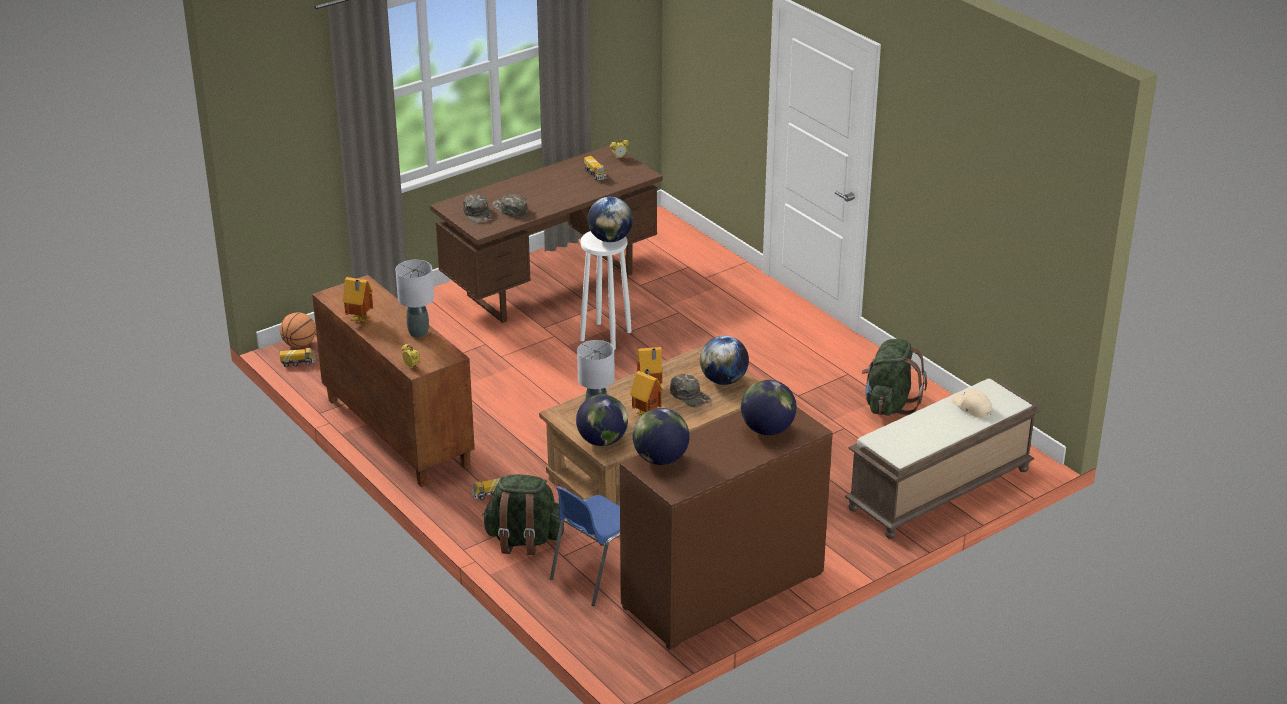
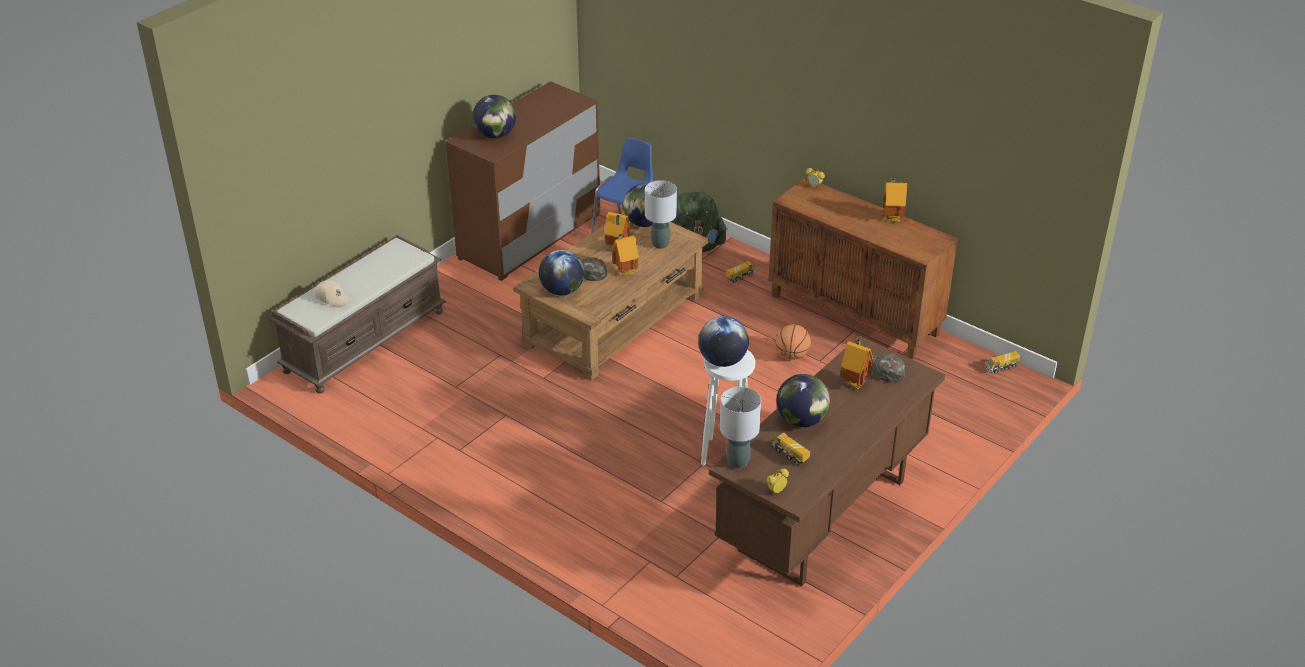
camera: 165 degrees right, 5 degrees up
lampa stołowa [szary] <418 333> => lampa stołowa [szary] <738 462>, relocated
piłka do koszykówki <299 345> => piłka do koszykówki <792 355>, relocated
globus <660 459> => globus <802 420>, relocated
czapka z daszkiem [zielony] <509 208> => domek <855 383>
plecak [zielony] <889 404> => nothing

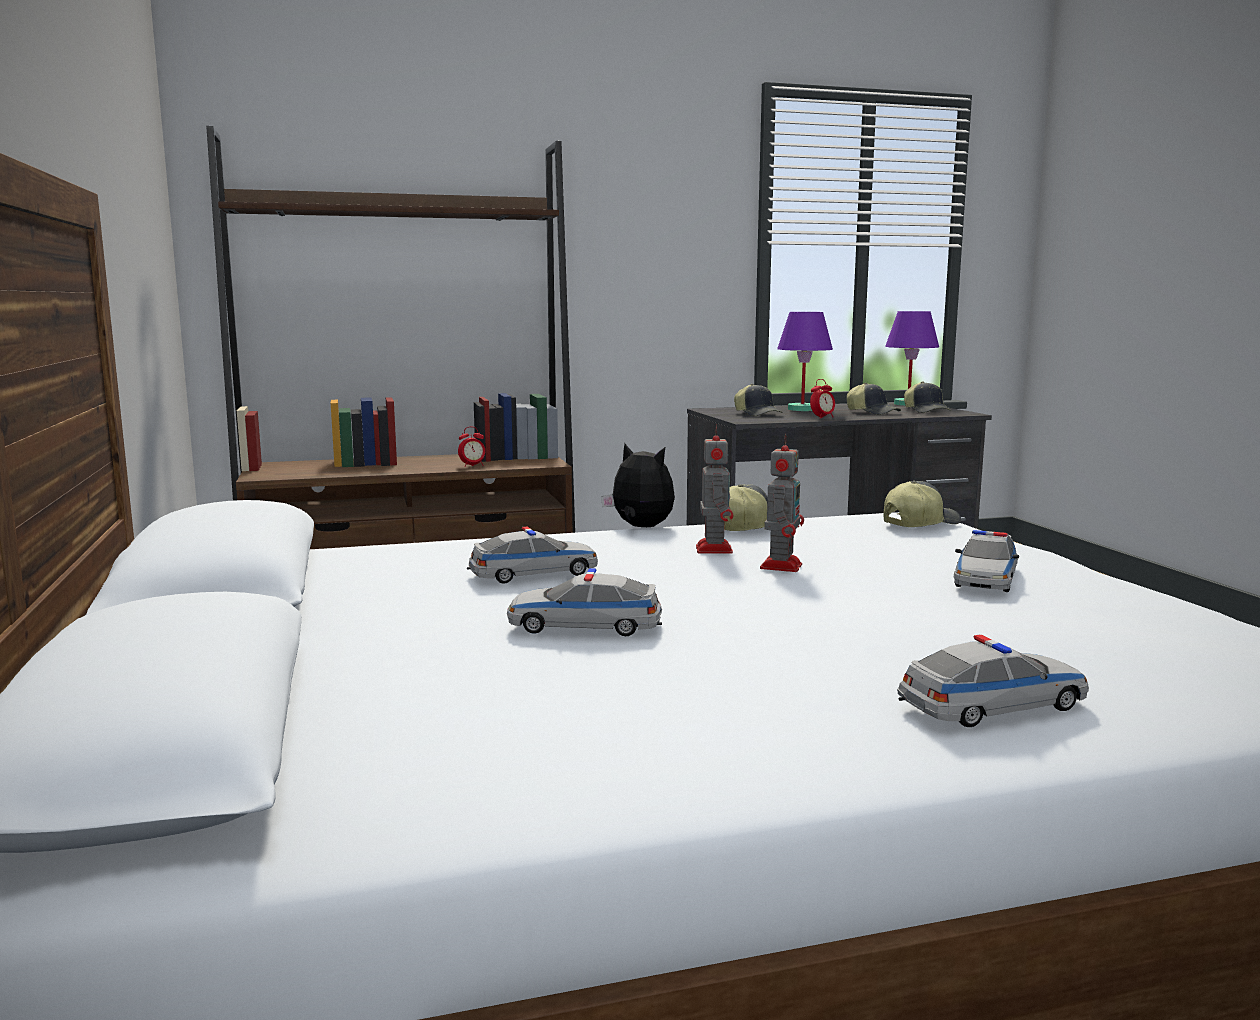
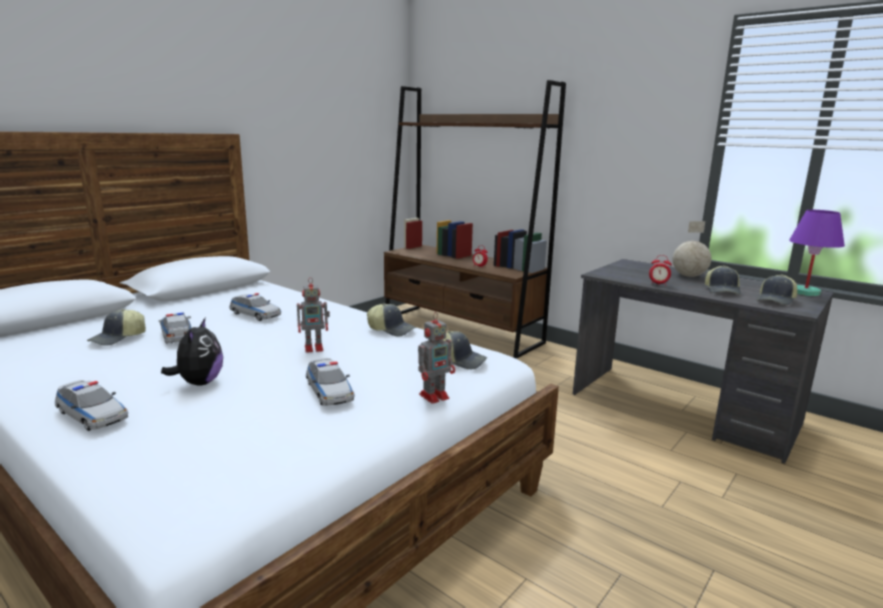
camera: 55 degrees right, 5 degrees up
czapka z daszkiem <758 414> => czapka z daszkiem <119 339>, relocated
pluszak <640 528> => pluszak <199 383>, relocated
samochodzik <986 578> => samochodzik <329 391>, 105 degrees counterclockwise
robot zabawkowy <713 549> => robot zabawkowy <435 396>, relocated
lampa stołowa [fioletowy] <803 409> => globus <689 276>

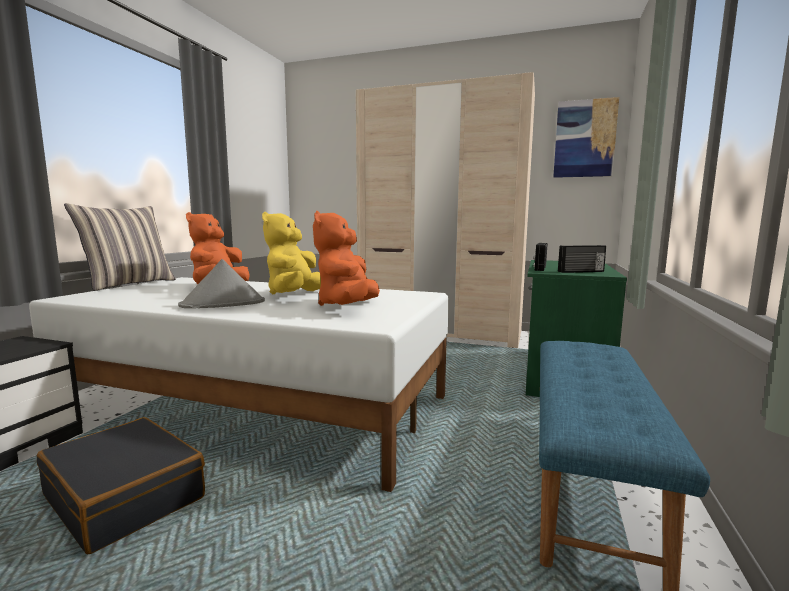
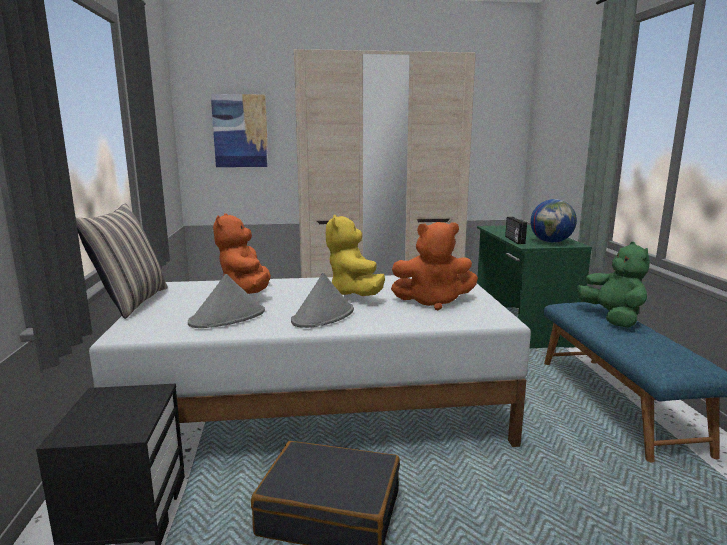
camera: 25 degrees left, 5 degrees up
nothing => kapelusz [szary] <228 317>
obraz <584 139> => obraz <240 131>, relocated
pluszak [pomarańczowy] <347 306> => pluszak [pomarańczowy] <433 302>, 75 degrees counterclockwise
radio <581 271> => globus <551 242>
nothing => pluszak [zielony] <612 318>

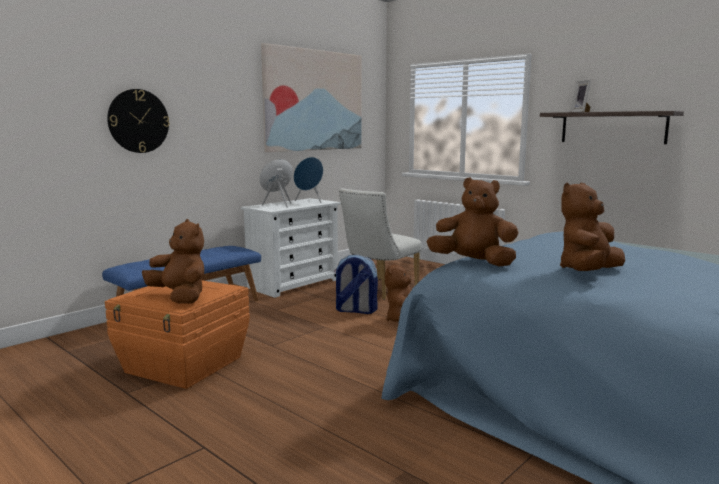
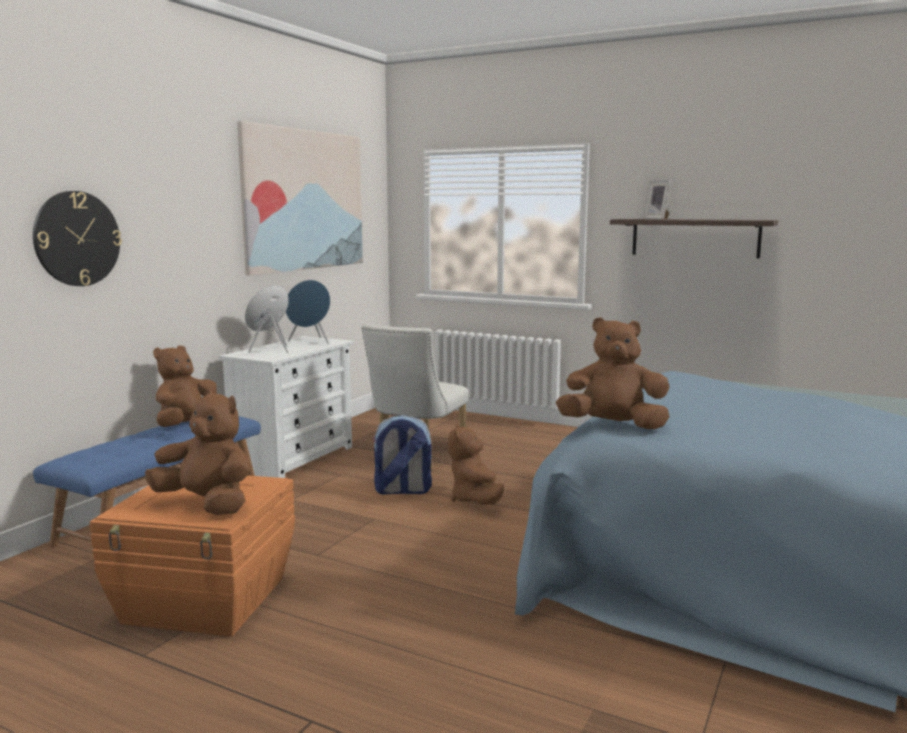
camera: 15 degrees left, 0 degrees up
pluszak [brązowy] <588 272> => pluszak [brązowy] <187 426>, relocated

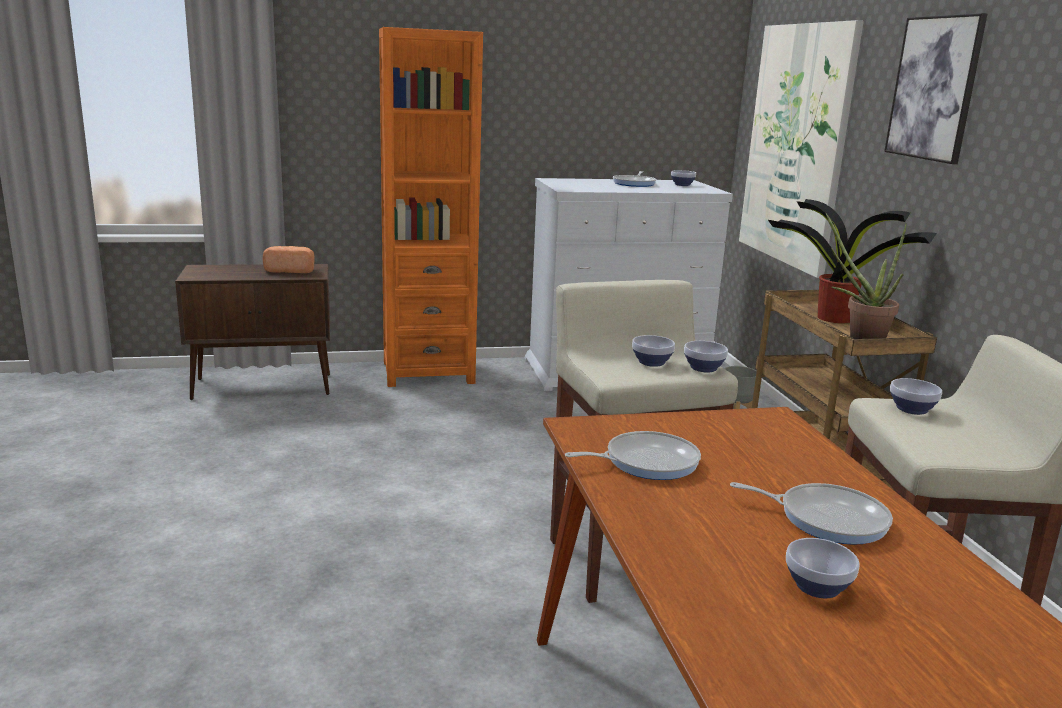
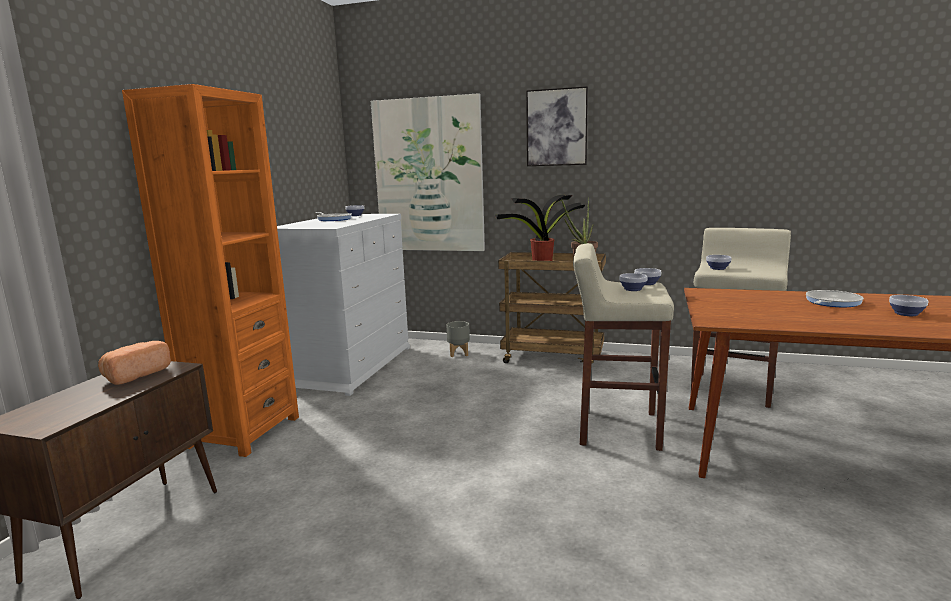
camera: 60 degrees left, 5 degrees down
patelnia <646 462> => nothing

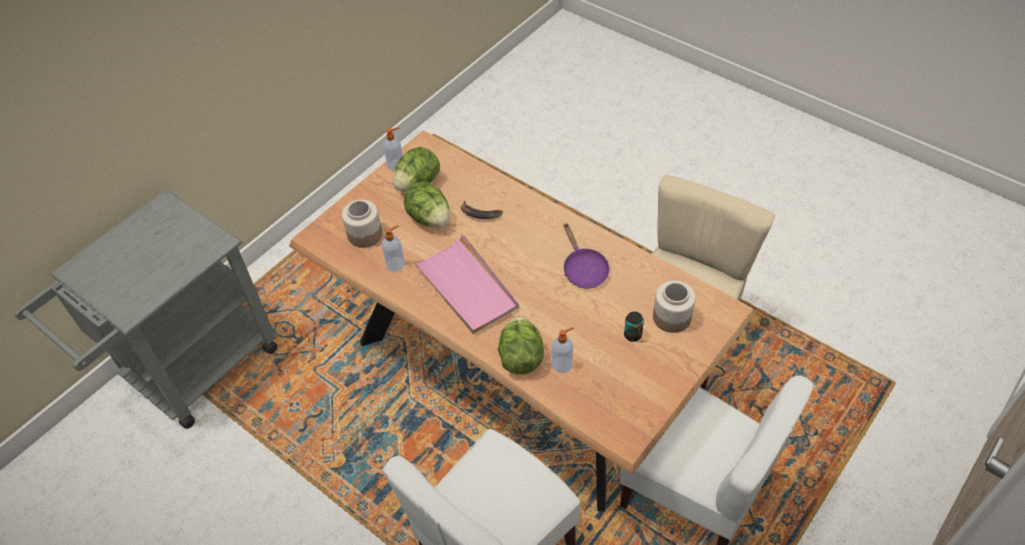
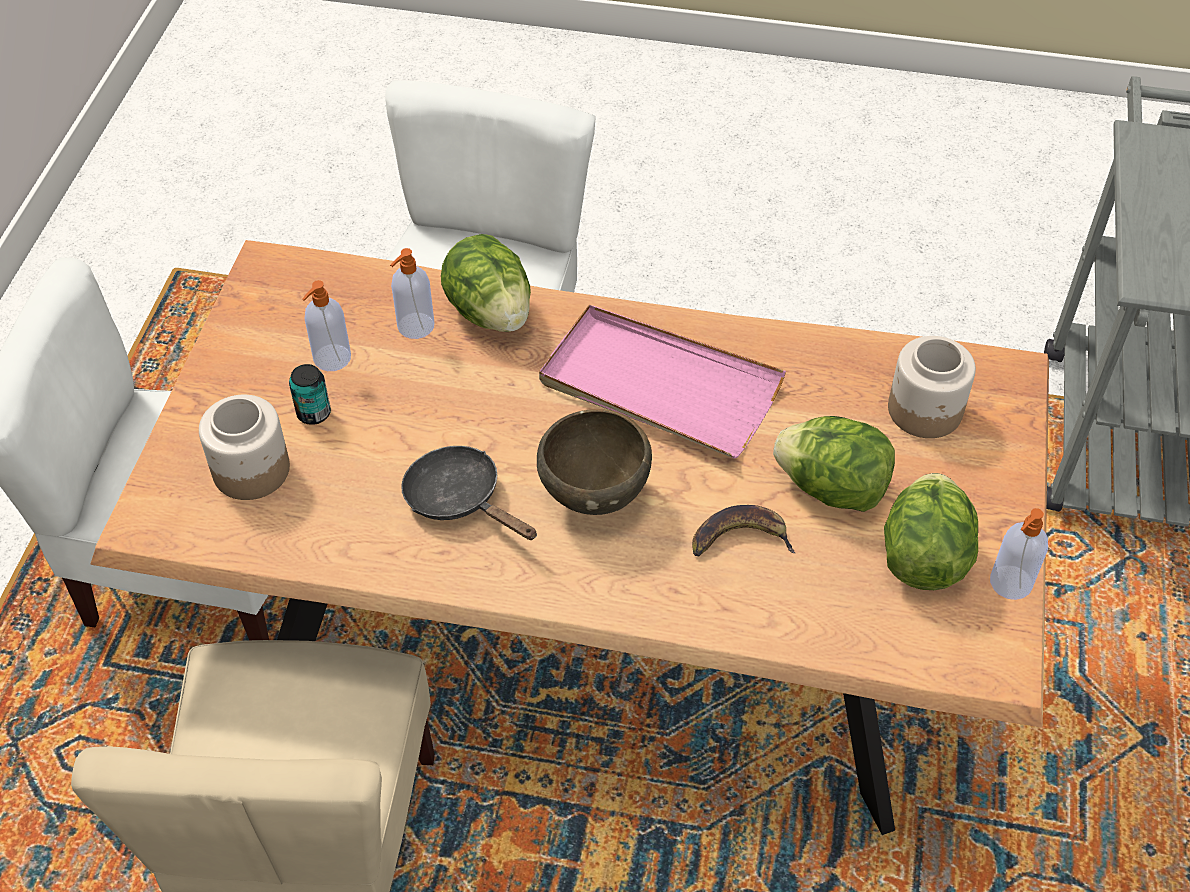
camera: 150 degrees right, 0 degrees up
dozownik mydła <396 264> => dozownik mydła <331 359>, relocated
patelnia [fioletowy] <583 269> => patelnia [czarny] <460 499>
nothing => miska [brązowy] <594 495>

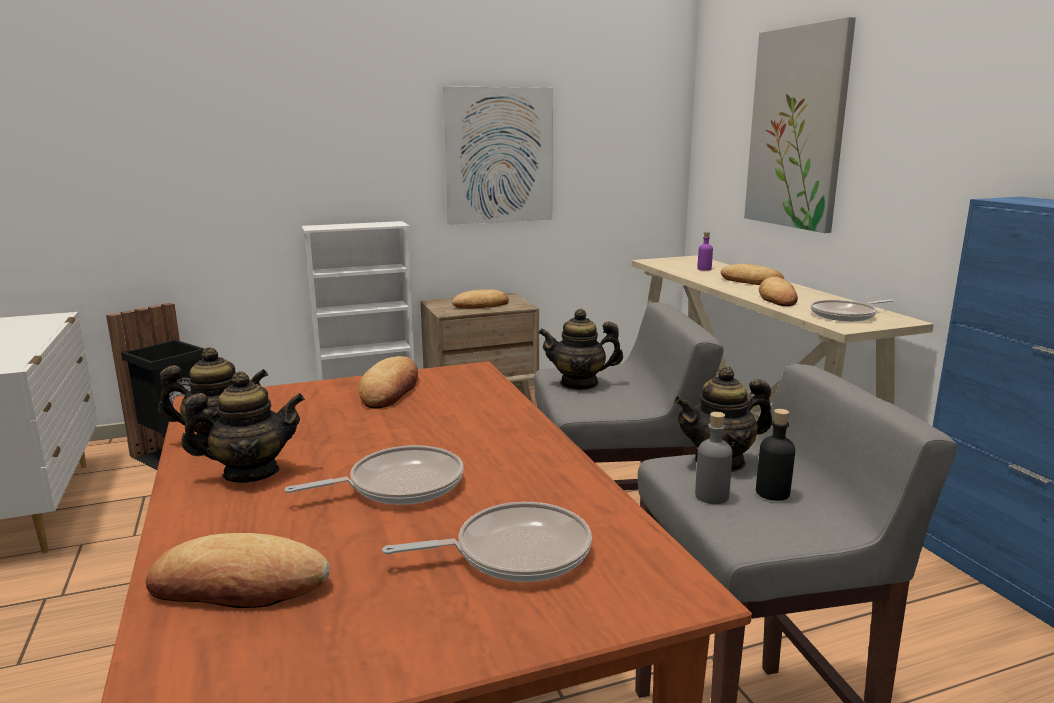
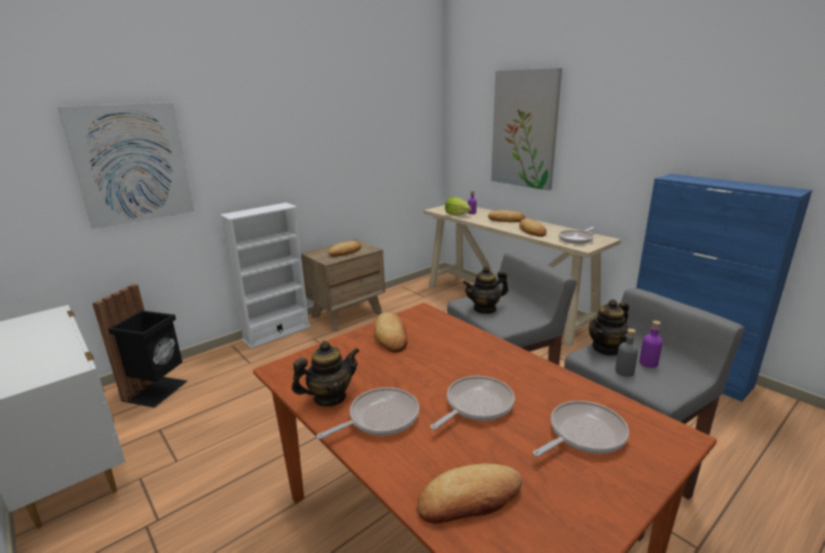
camera: 20 degrees left, 5 degrees up
obraz <499 156> => obraz <132 164>, relocated
imbryk <251 473> => patelnia <380 418>
nothing => sałata <457 214>
butelka [czarny] <772 493> => butelka [fioletowy] <648 363>

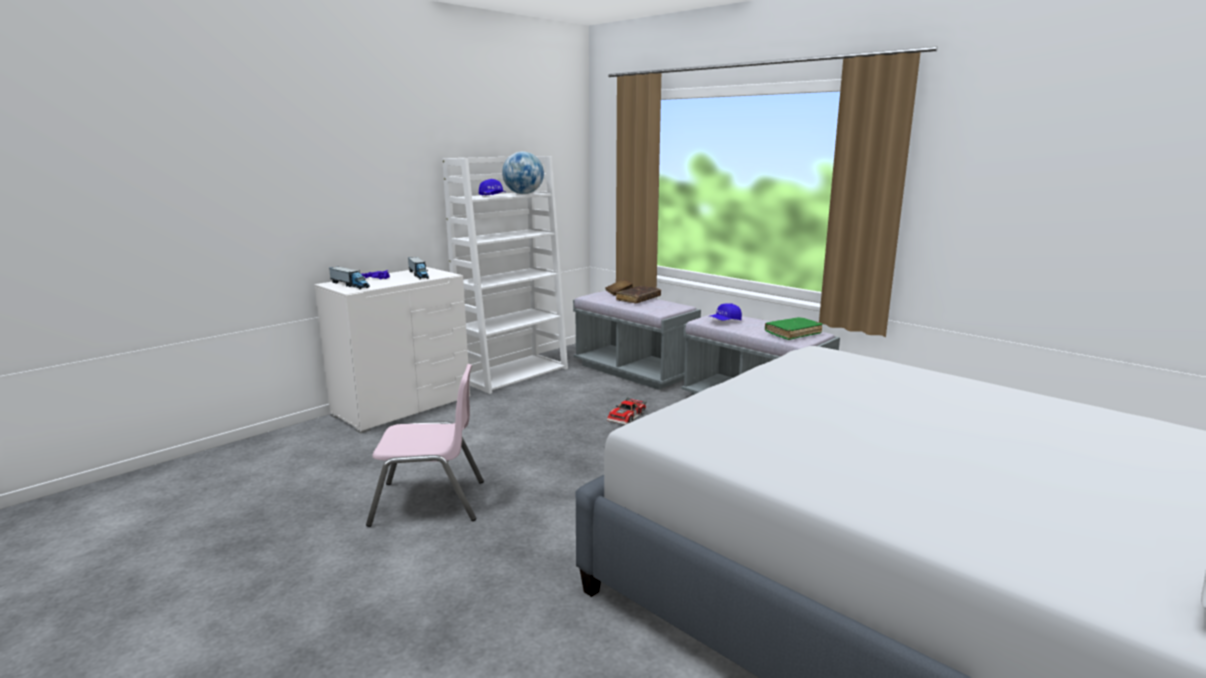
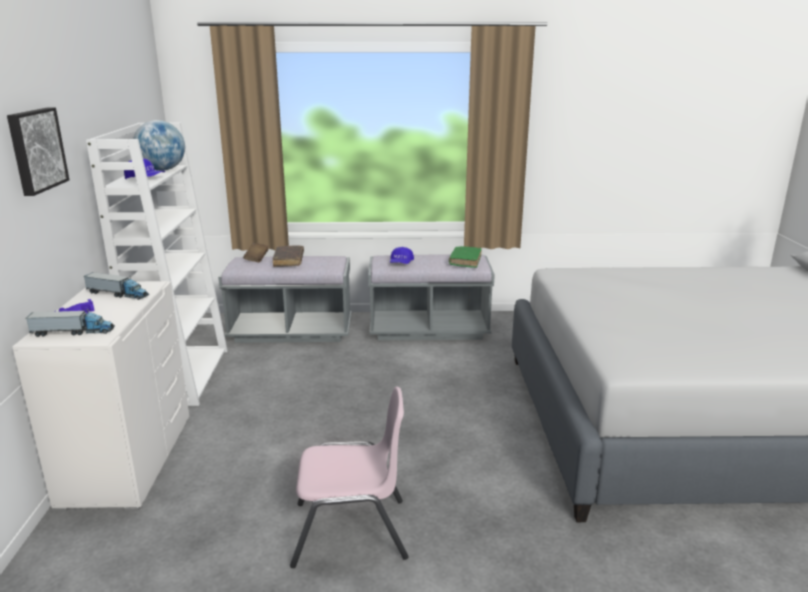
camera: 45 degrees left, 5 degrees up
nothing => obraz <35 150>
krzesło [różowy] <429 502> => krzesło [różowy] <351 531>, 45 degrees clockwise
samochodzik <628 417> => nothing

